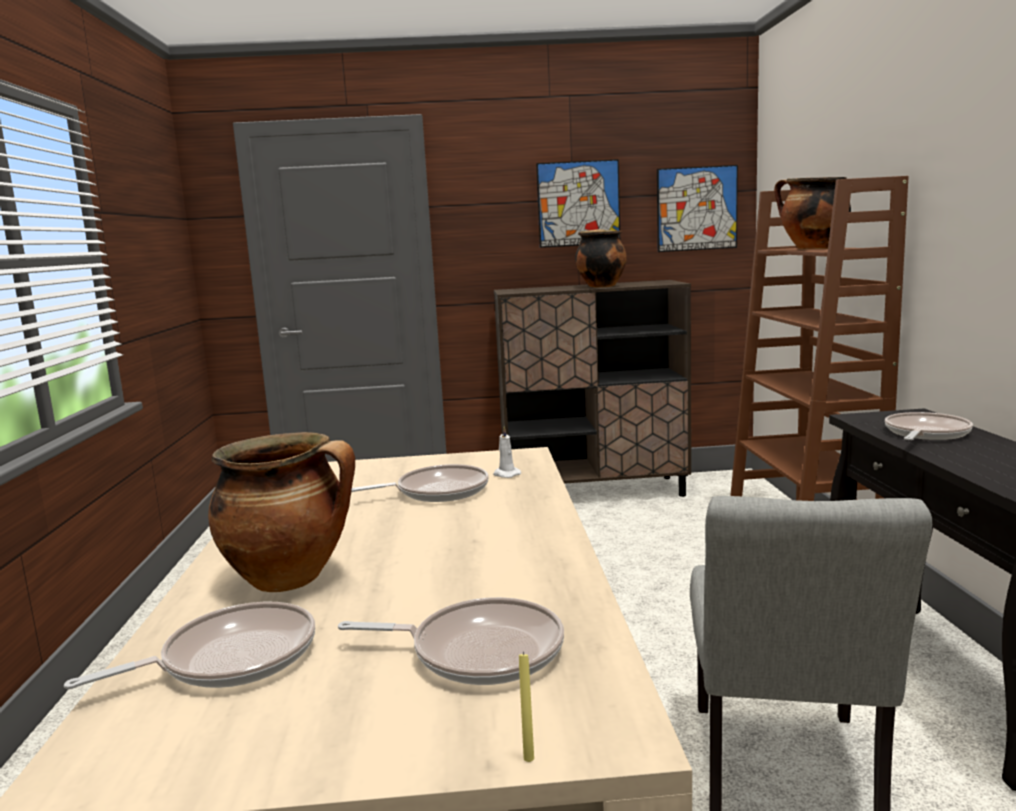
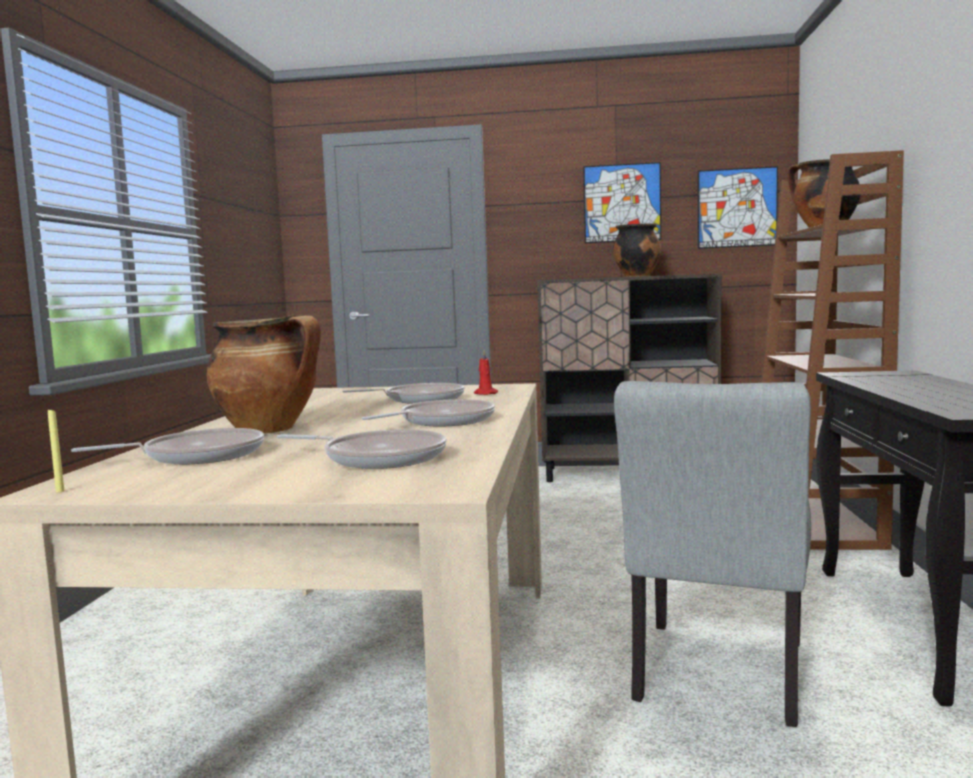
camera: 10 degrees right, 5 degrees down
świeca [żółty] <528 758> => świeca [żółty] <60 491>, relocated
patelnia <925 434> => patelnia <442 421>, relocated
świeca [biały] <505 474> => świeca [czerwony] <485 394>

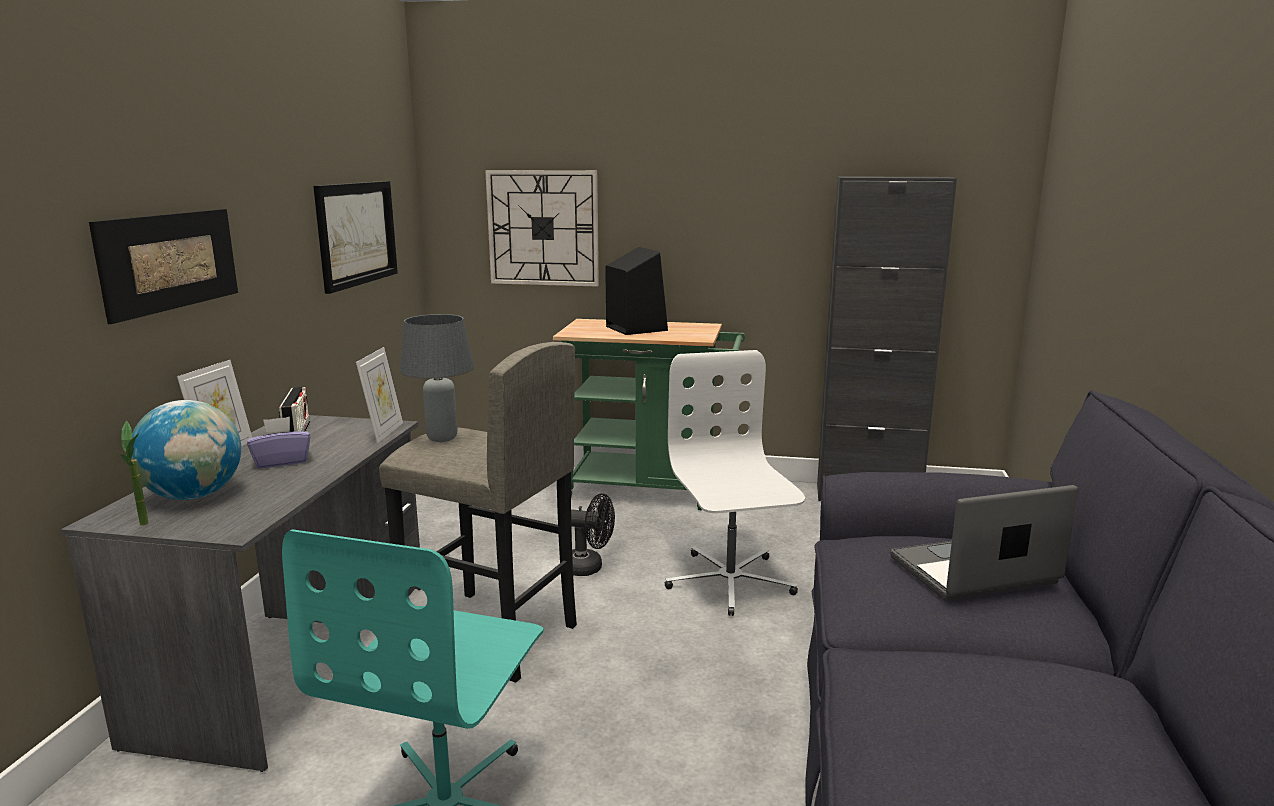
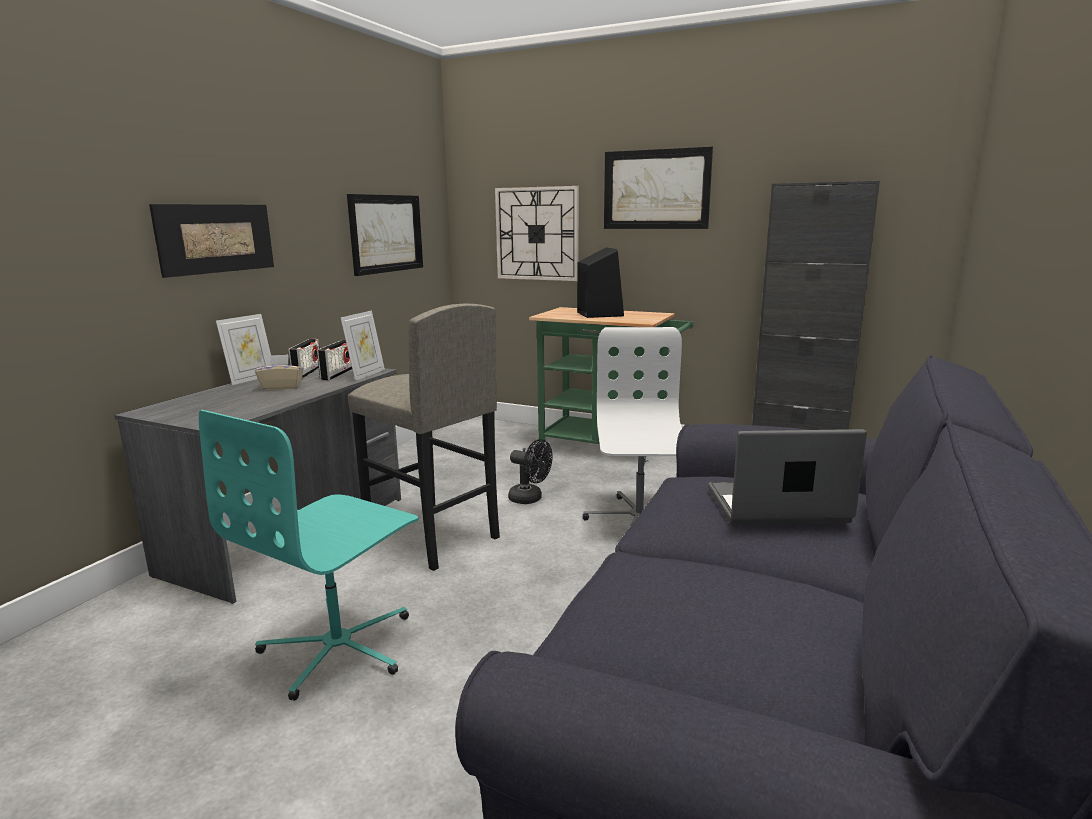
camera: 15 degrees right, 0 degrees up
pudełko chusteczek [fioletowy] <281 461> => pudełko chusteczek [beżowy] <282 387>
nothing => radio <337 374>
nothing => obraz <656 189>
roślina doniczkowa <145 526> => nothing
globus <194 496> => nothing
lampa stołowa [szary] <441 438> => nothing

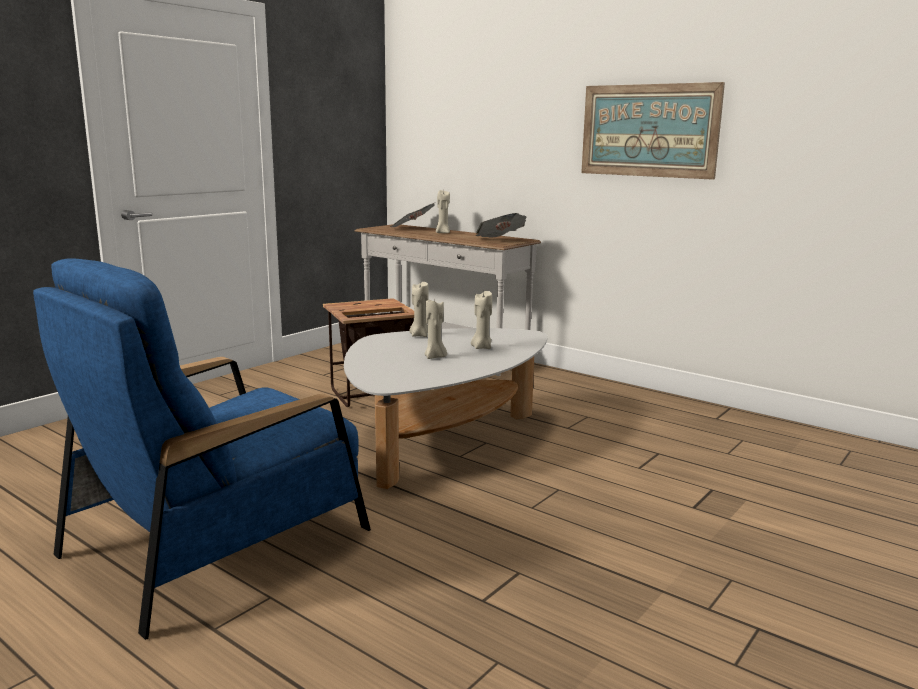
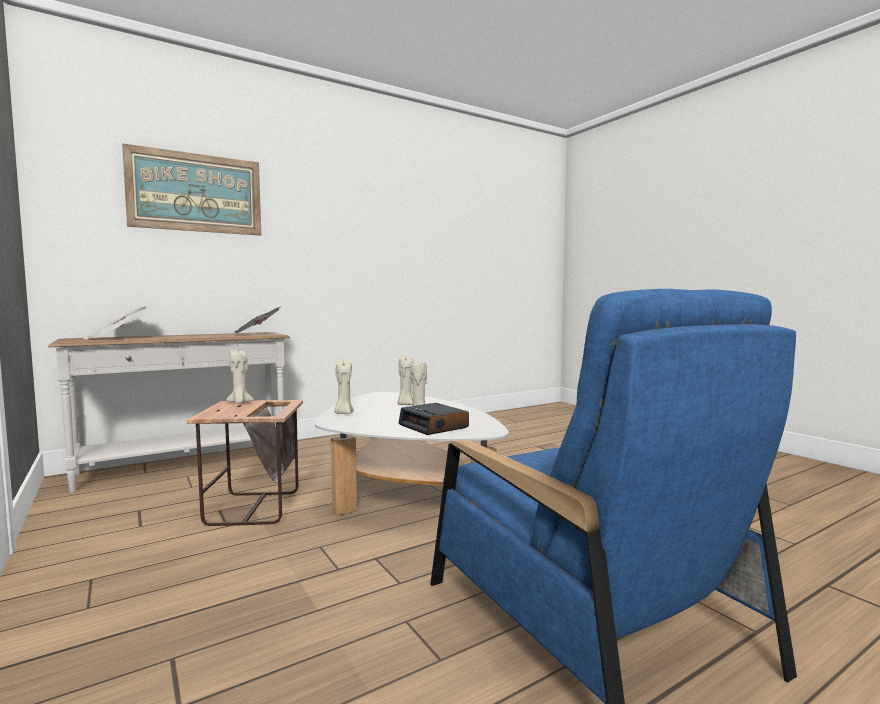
camera: 70 degrees left, 10 degrees down
obraz <648 130> => obraz <196 193>, relocated
świeca [beżowy] <442 233> => świeca [beżowy] <240 403>, relocated
nothing => budzik <434 426>

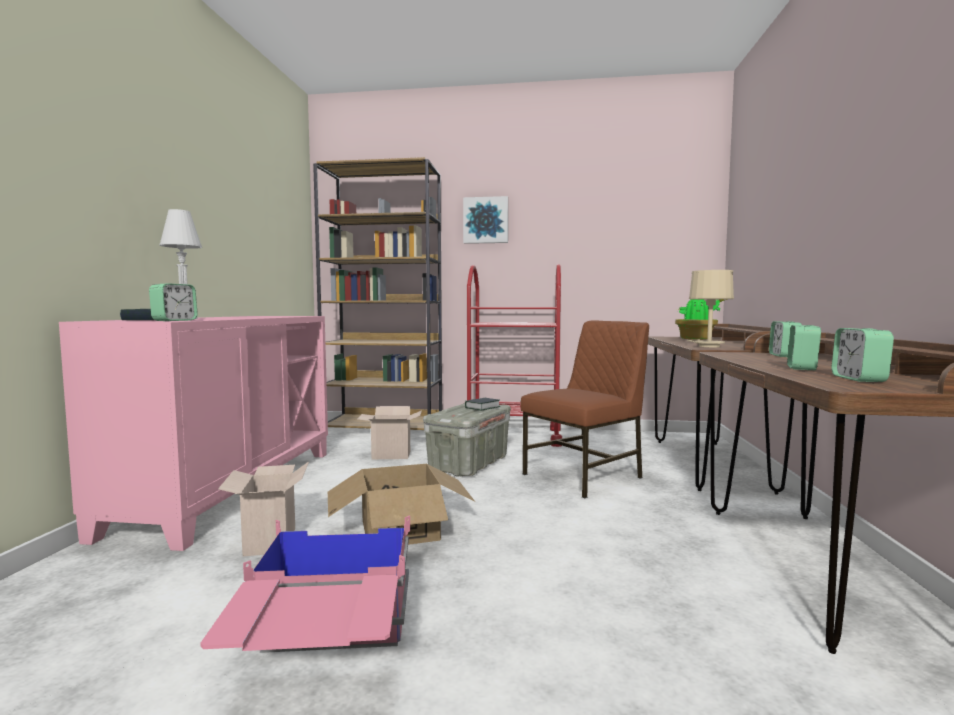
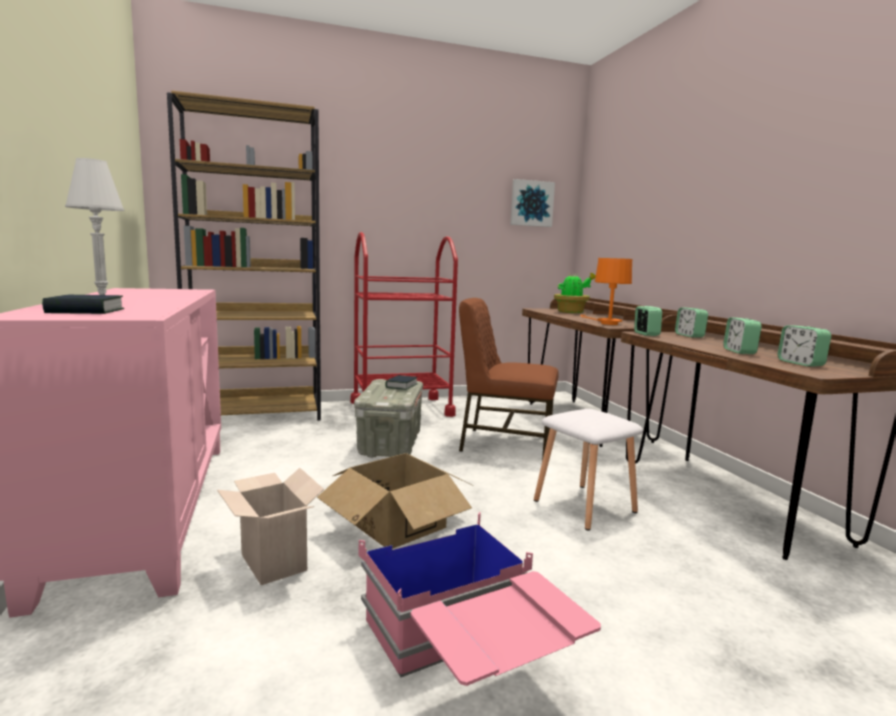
camera: 25 degrees left, 5 degrees up
krzesło [brązowy] <585 476> => krzesło [brązowy] <504 444>, 105 degrees counterclockwise
obraz <486 220> => obraz <531 203>, relocated
nothing => stołek [biały] <583 505>
lampa stołowa [beżowy] <705 346> => lampa stołowa [pomarańczowy] <604 323>
budzik <174 320> => budzik <646 334>, relocated
karton <390 455> => nothing

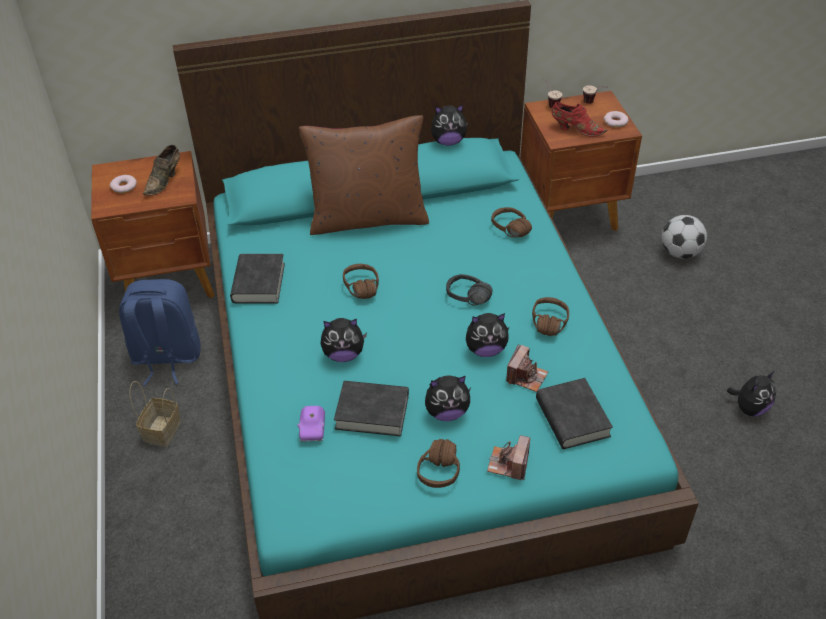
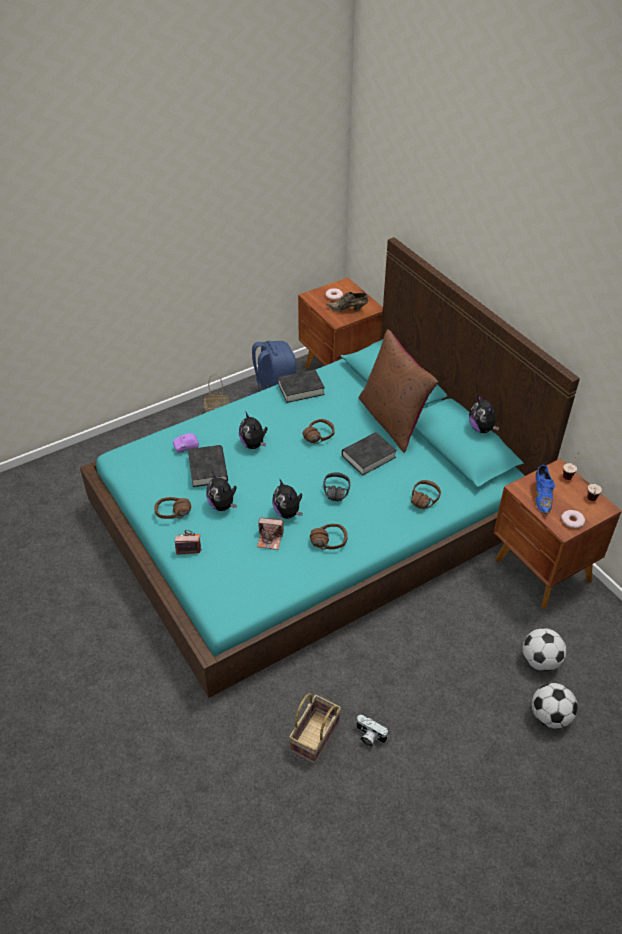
camera: 70 degrees right, 0 degrees up
nothing => koszyk <315 739>
książka [czarny] <572 418> => książka [czarny] <368 456>, relocated
pluszak <749 408> => aparat fotograficzny <369 736>
nothing => piłka futbolowa <550 716>
but [czerwony] <575 129> => but [niebieski] <542 496>

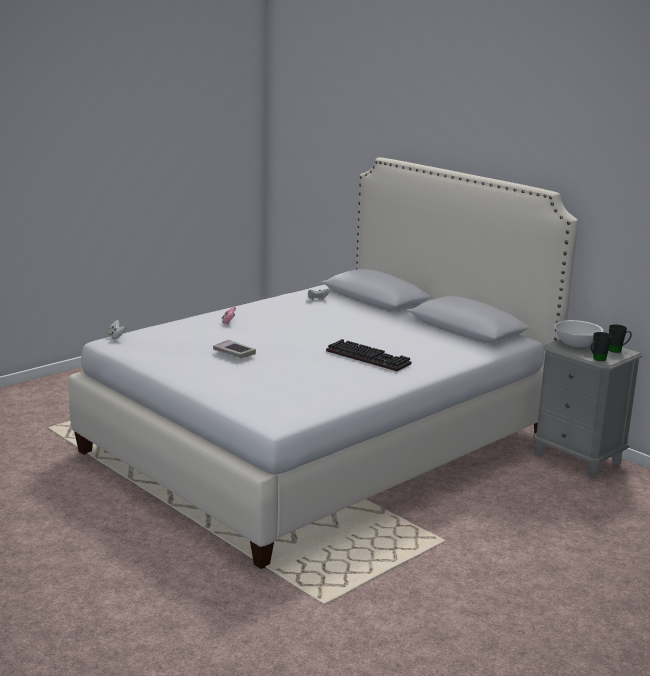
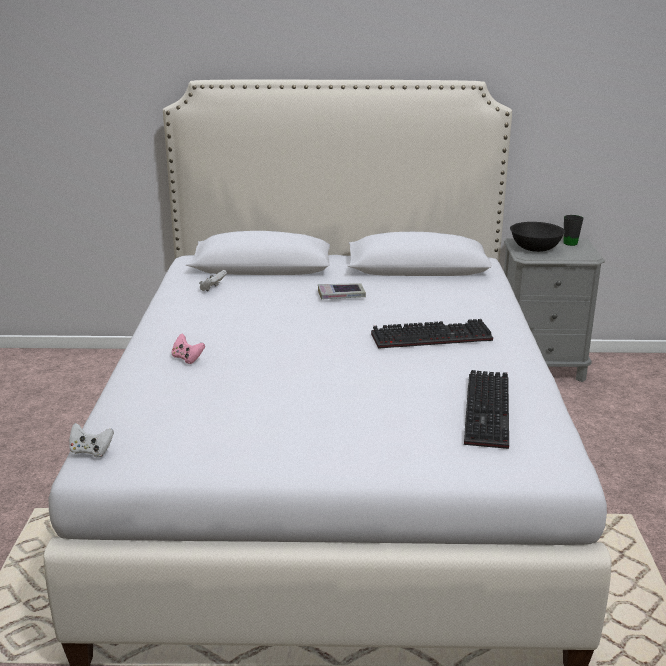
camera: 45 degrees left, 5 degrees up
książka <234 353> => książka <341 295>, relocated
nothing => klawiatura <490 412>
miska [biały] <576 344> => miska [czarny] <535 248>
kubek [czarny] <597 359> => nothing

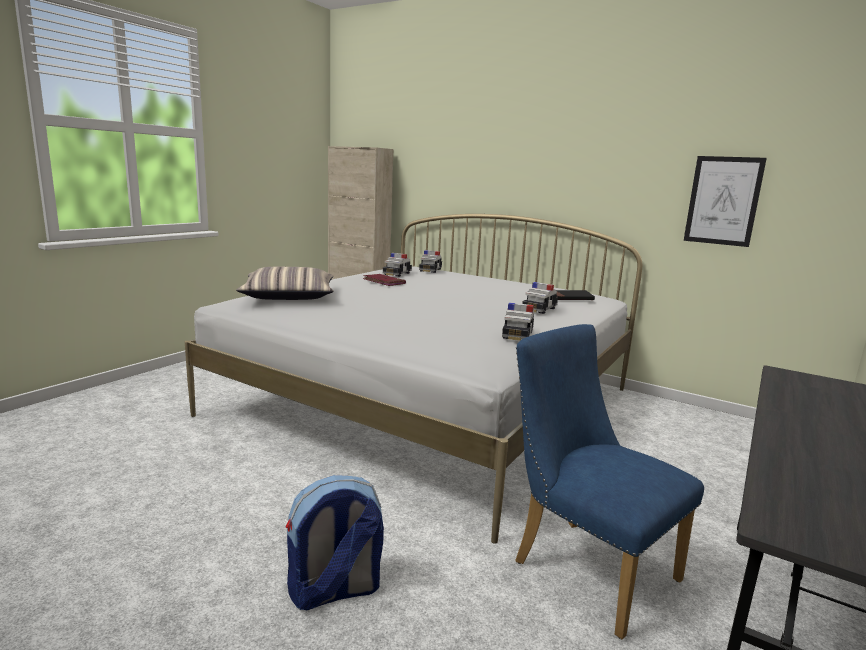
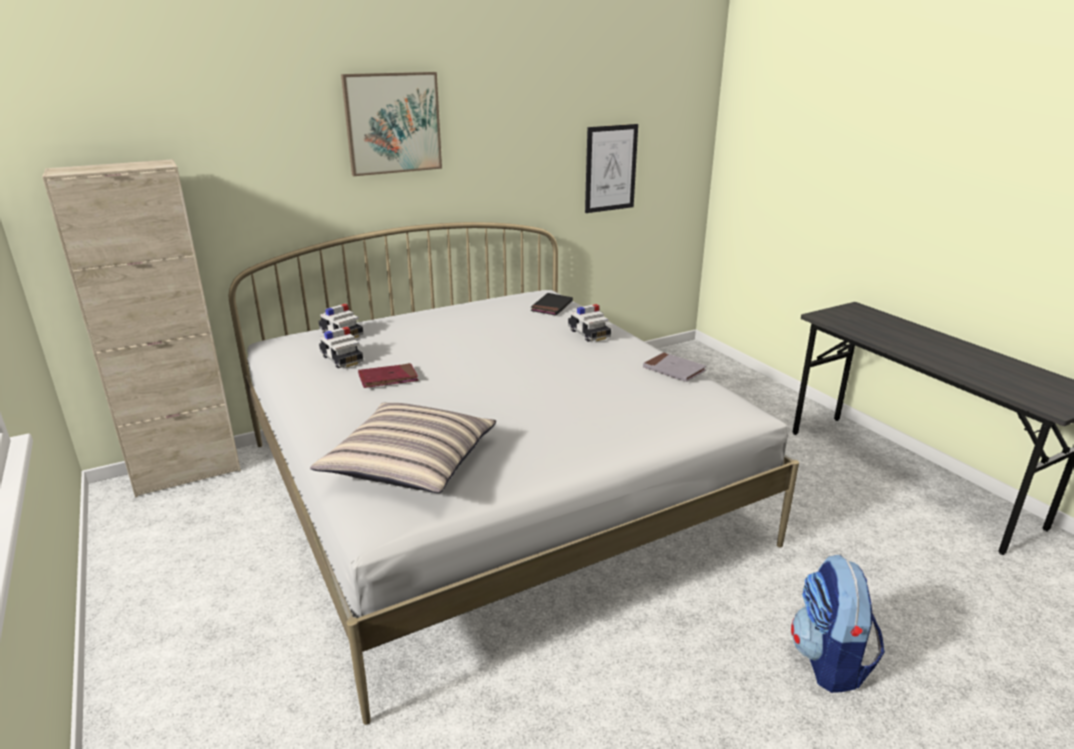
camera: 60 degrees left, 10 degrees up
nothing => obraz <393 123>
samochodzik <517 334> => książka [szary] <674 370>
krzesło [niebieski] <584 565> => nothing

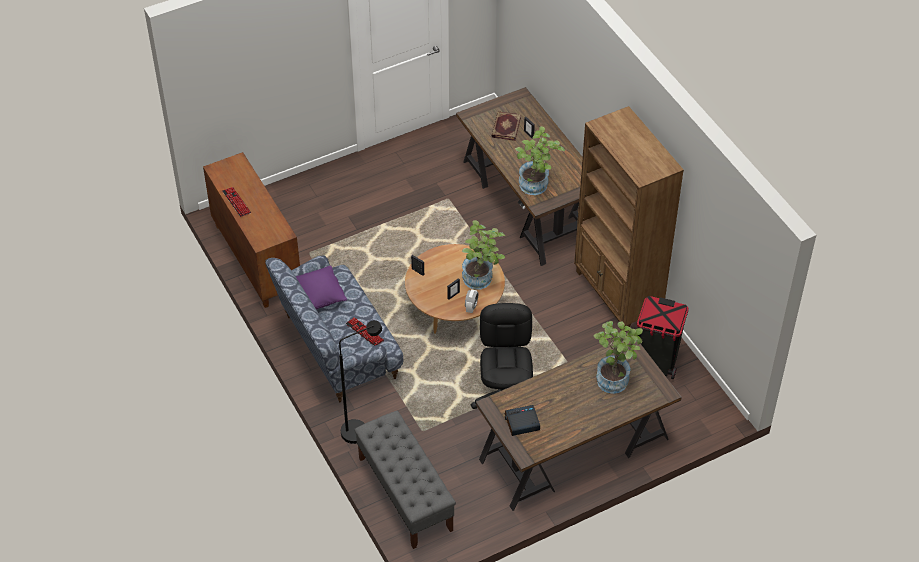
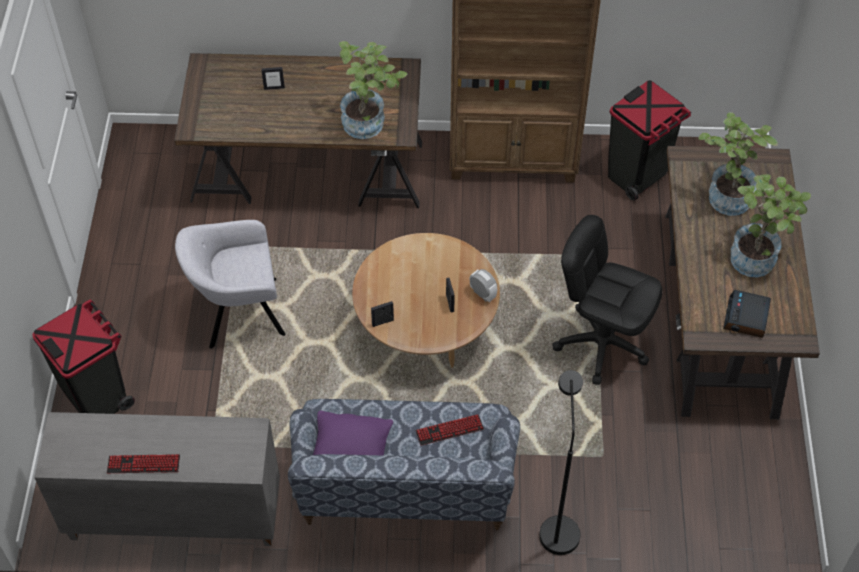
camera: 60 degrees left, 5 degrees up
nothing => kosz na śmieci [czarny] <97 397>
szafka [brązowy] <256 259> => szafka [szary] <173 516>
nothing => fotel [szary] <238 313>
roślina doniczkowa <481 280> => roślina doniczkowa <757 256>, relocated
ławka [szary] <405 494> => nothing
książka <505 127> => nothing

